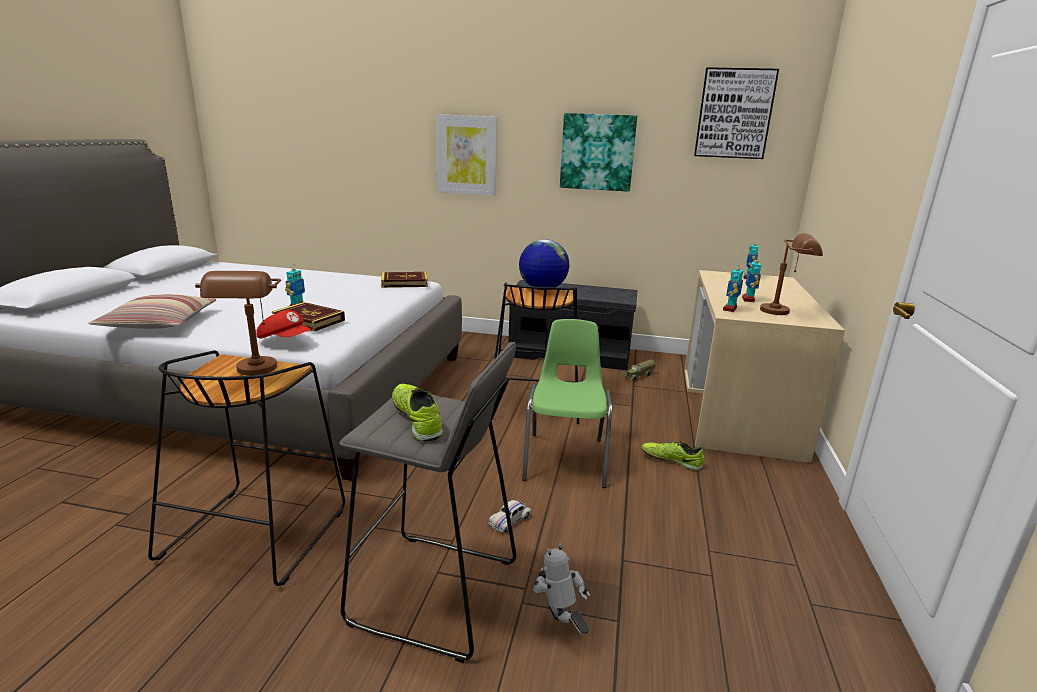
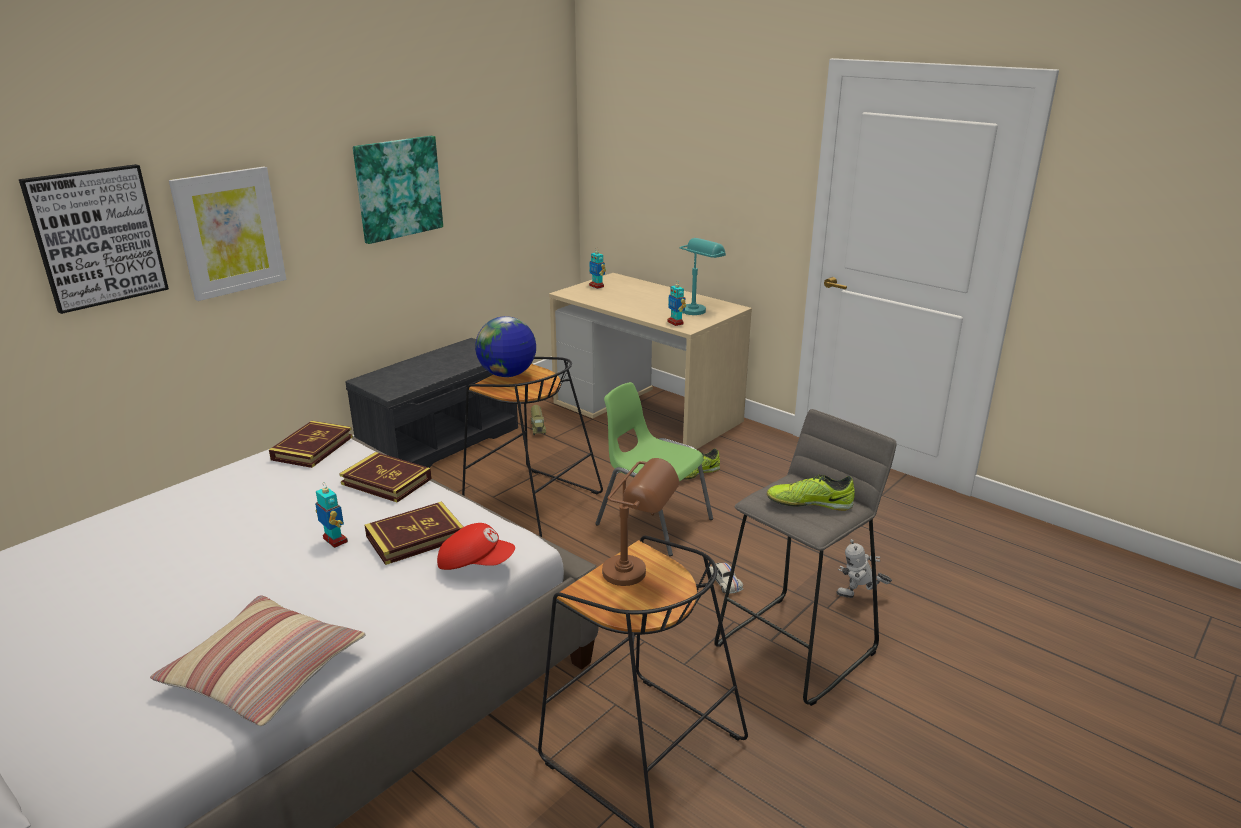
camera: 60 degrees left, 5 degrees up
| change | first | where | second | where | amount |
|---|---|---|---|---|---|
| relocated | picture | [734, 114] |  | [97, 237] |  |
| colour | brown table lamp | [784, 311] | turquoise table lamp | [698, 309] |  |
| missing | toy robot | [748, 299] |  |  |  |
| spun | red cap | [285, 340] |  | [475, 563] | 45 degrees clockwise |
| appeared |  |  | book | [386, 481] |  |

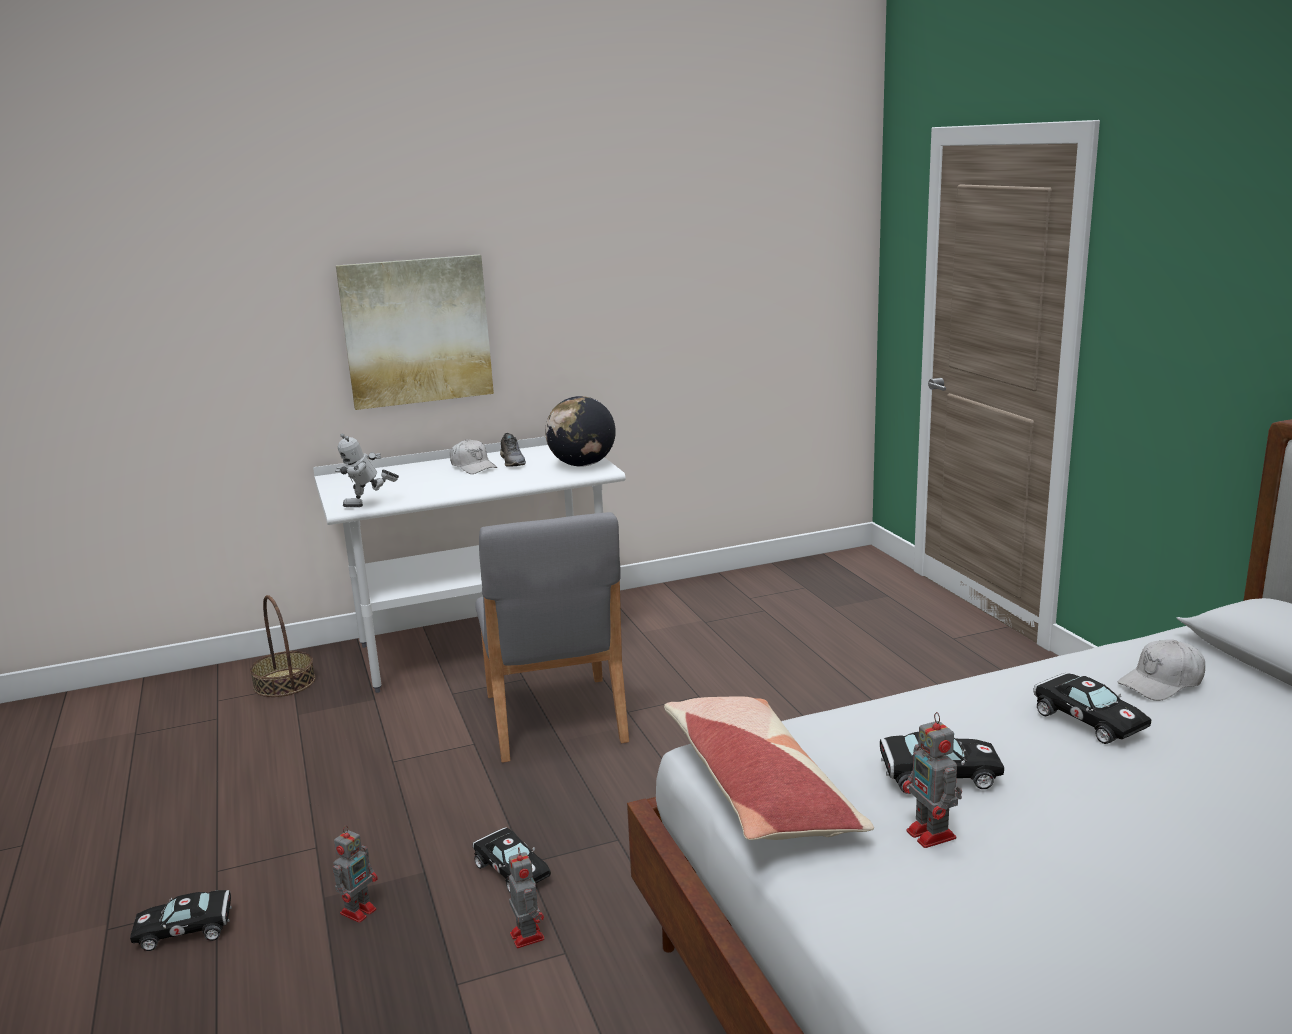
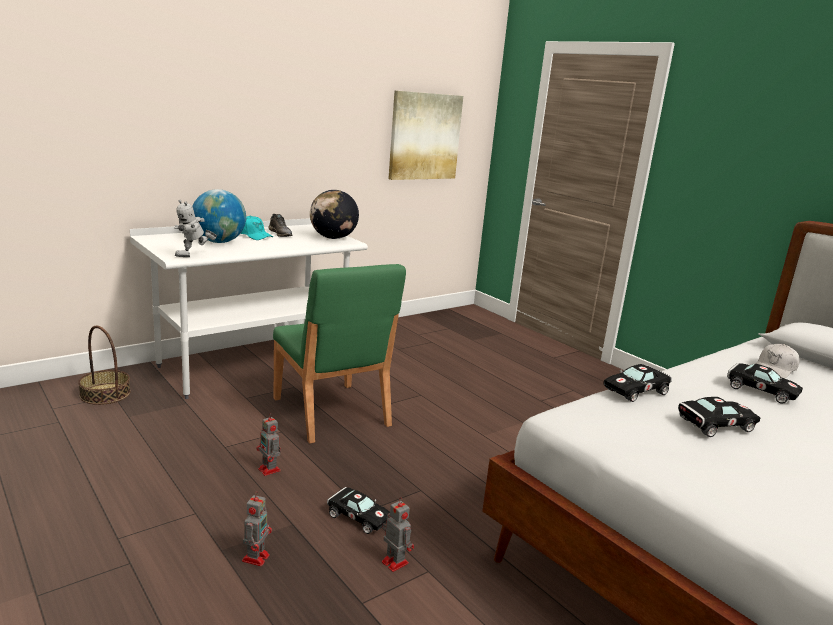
camera: 20 degrees left, 0 degrees up
| change | first | where | second | where | amount |
|---|---|---|---|---|---|
| relocated | picture | [416, 331] |  | [424, 136] |  |
| colour | white cap | [473, 466] | turquoise cap | [253, 235] |  |
| colour | grey chair | [554, 719] | green chair | [331, 412] |  |
| missing | pillow | [758, 788] |  |  |  |
| relocated | toy robot | [932, 836] |  | [269, 470] |  |
| relocated | black toy car | [189, 929] |  | [636, 391] |  |
| appeared |  |  | globe | [219, 242] |  |

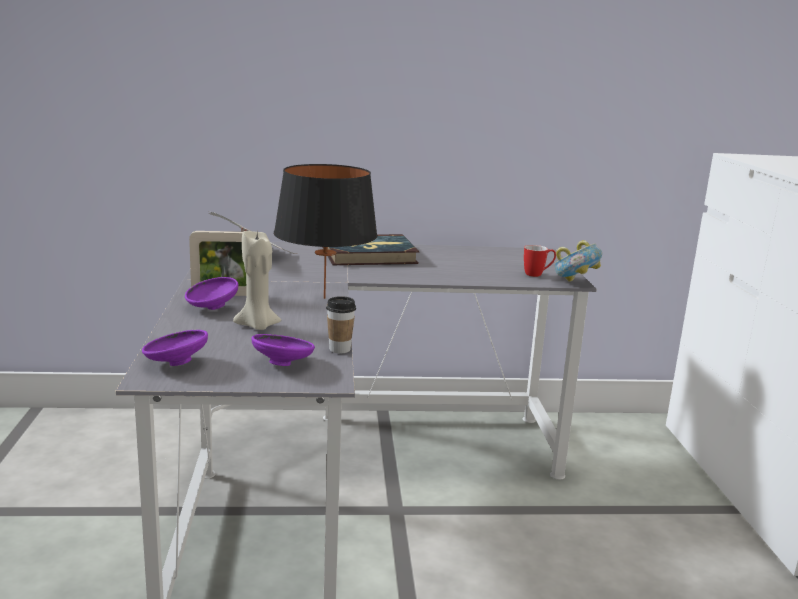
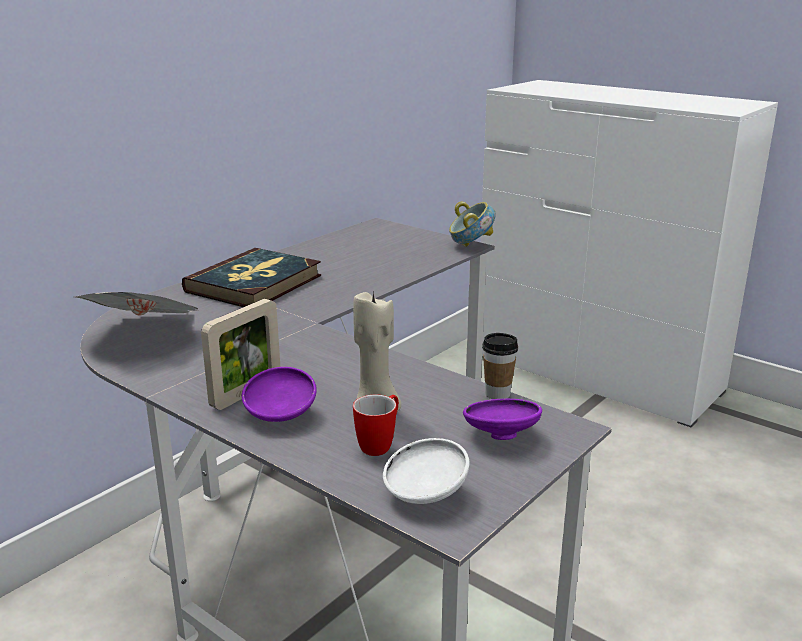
camera: 45 degrees left, 5 degrees up
| change | first | where | second | where | amount |
|---|---|---|---|---|---|
| missing | black table lamp | [324, 298] |  |  |  |
| relocated | mug | [538, 274] |  | [380, 444] |  |
| colour | purple bowl | [175, 363] | white bowl | [424, 494] |  |

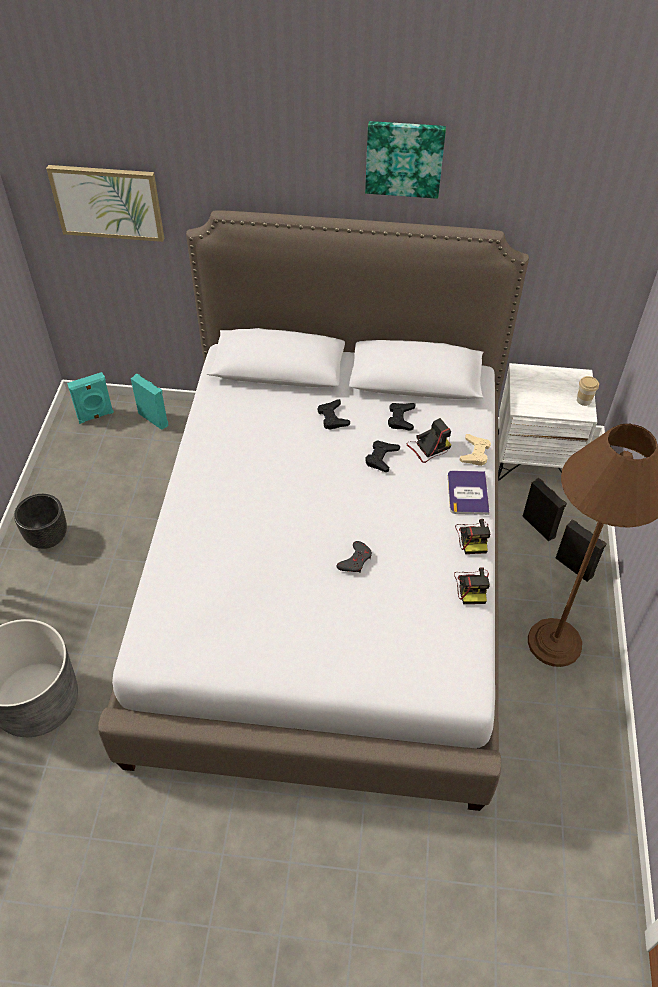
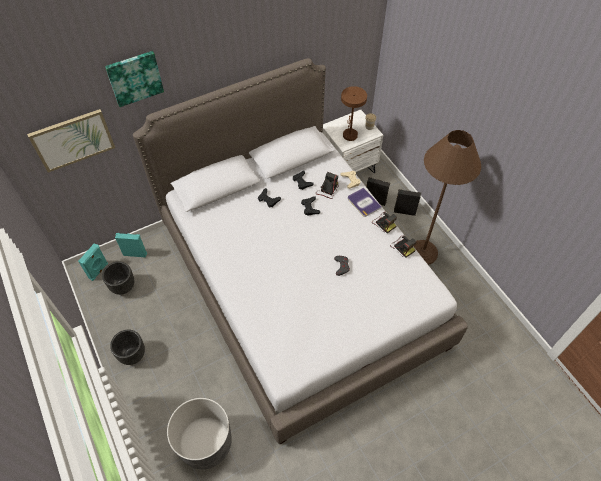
camera: 35 degrees left, 5 degrees up
| change | first | where | second | where | amount |
|---|---|---|---|---|---|
| relocated | picture | [404, 158] |  | [134, 78] |  |
| appeared |  |  | brown table lamp | [349, 133] |  |
| appeared |  |  | black planter | [123, 286] |  |

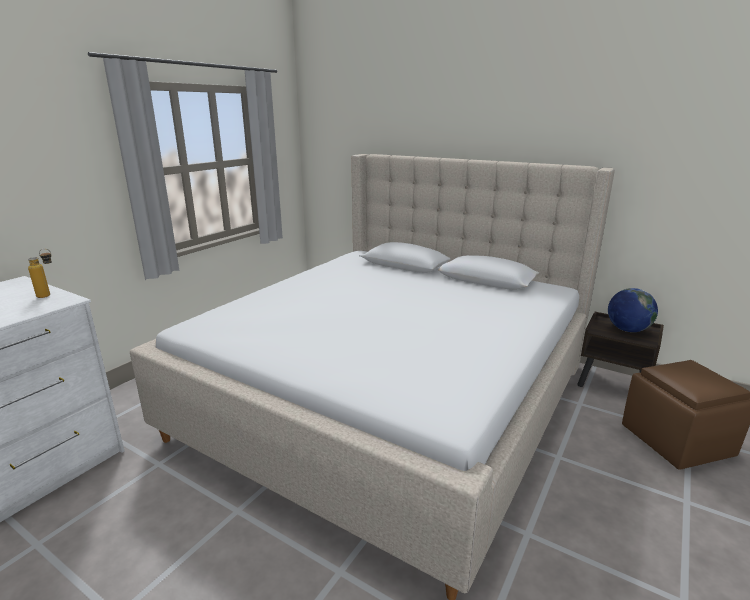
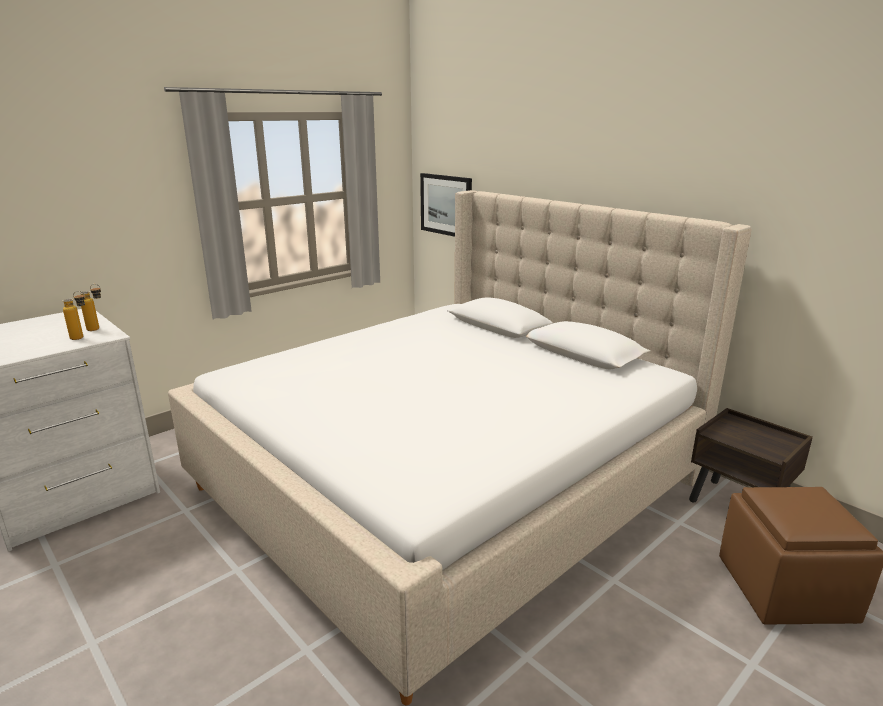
camera: 15 degrees right, 0 degrees up
| change | first | where | second | where | amount |
|---|---|---|---|---|---|
| missing | globe | [627, 330] |  |  |  |
| appeared |  |  | picture | [446, 205] |  |
| appeared |  |  | bottle | [82, 338] |  |

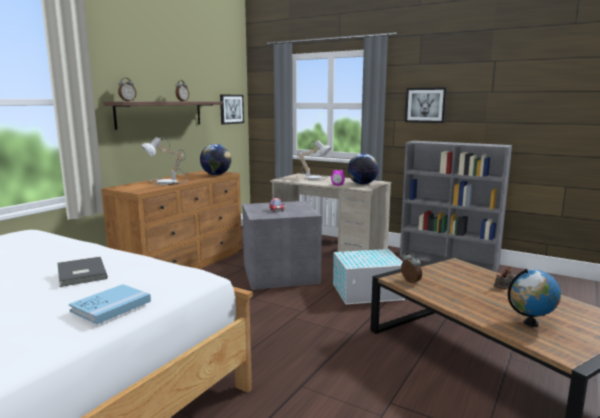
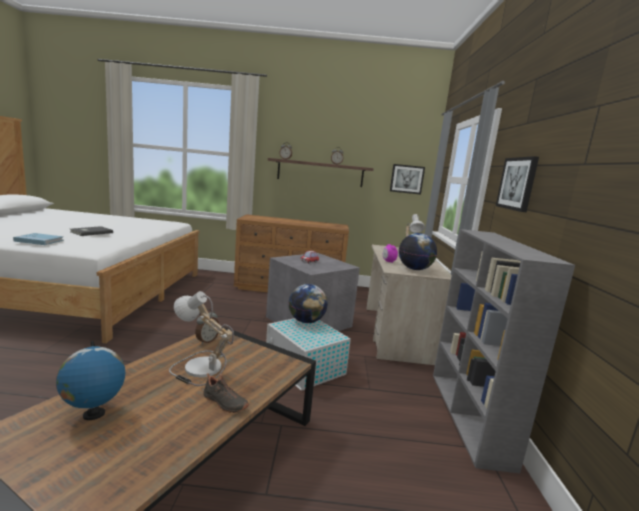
camera: 60 degrees right, 0 degrees up
| change | first | where | second | where | amount |
|---|---|---|---|---|---|
| relocated | table lamp | [166, 182] |  | [198, 368] |  |
| relocated | globe | [216, 174] |  | [306, 321] |  |

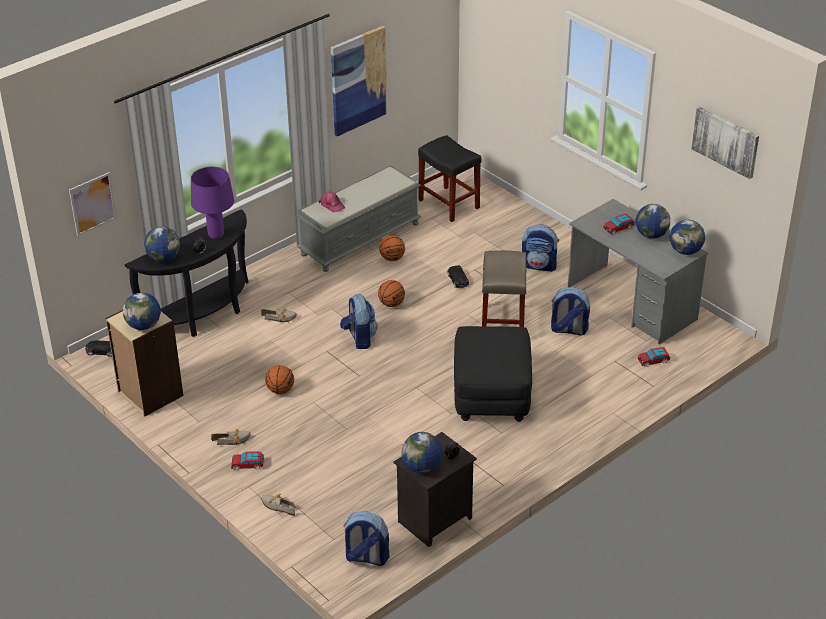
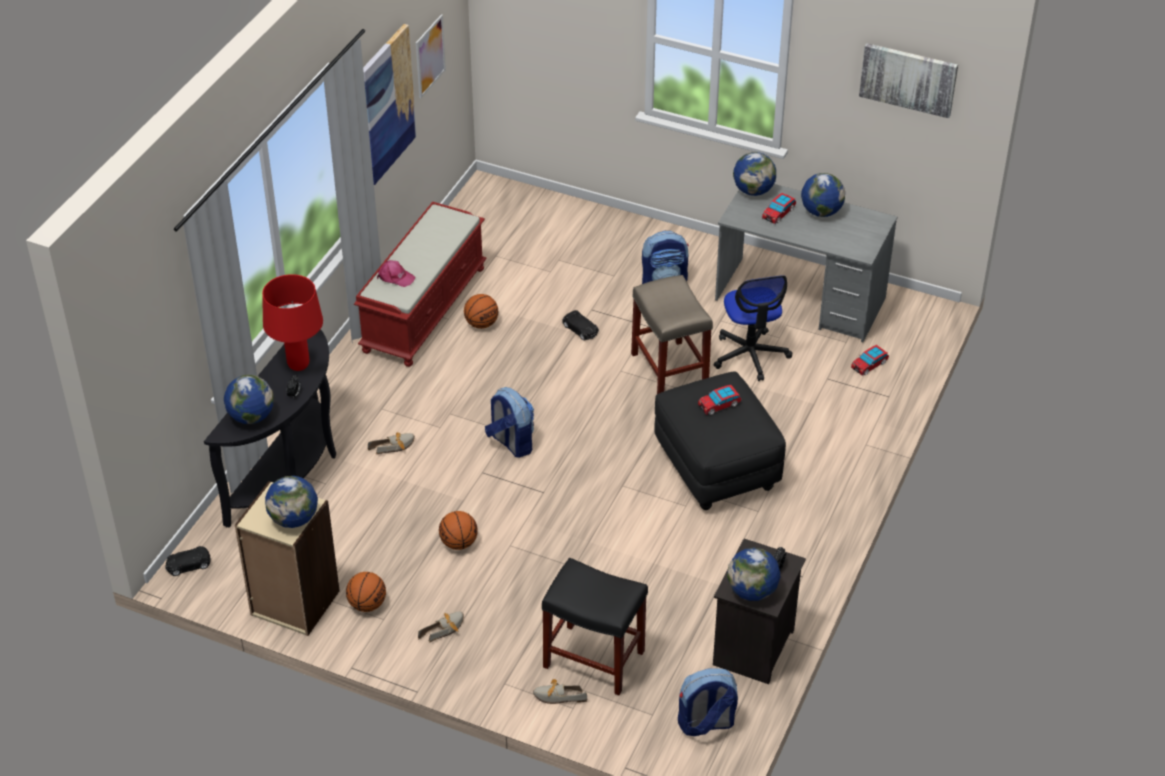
camera: 25 degrees left, 5 degrees up
| change | first | where | second | where | amount |
|---|---|---|---|---|---|
| relocated | black stool | [449, 204] |  | [595, 659] |  |
| colour | grey bench | [360, 238] | red bench | [423, 308] |  |
| colour | purple table lamp | [215, 235] | red table lamp | [298, 365] |  |
| relocated | picture | [93, 204] |  | [430, 56] |  |
| relocated | globe | [685, 251] |  | [753, 191] |  |
| relocated | basketball | [391, 304] |  | [367, 604] |  |
| exchanged | backpack | [568, 330] | office chair | [750, 355] |  |
| relocated | toy car | [248, 464] |  | [719, 405] |  |

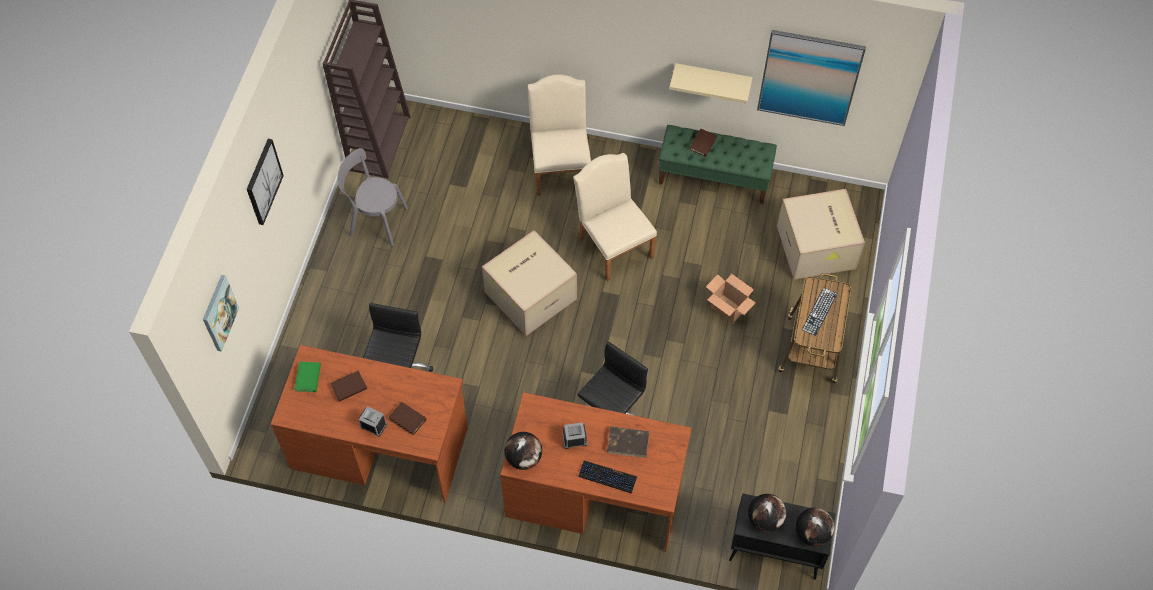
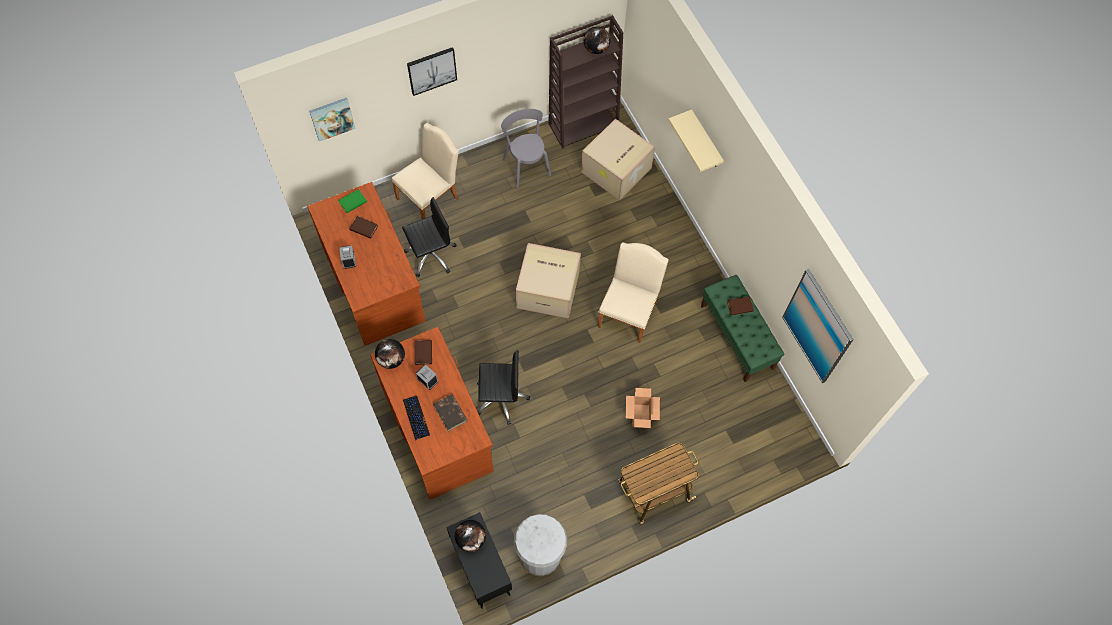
camera: 50 degrees right, 5 degrees up
| change | first | where | second | where | amount |
|---|---|---|---|---|---|
| relocated | beige shelf | [712, 78] |  | [706, 141] |  |
| relocated | beige chair | [560, 166] |  | [431, 196] |  |
| relocated | cardboard box | [817, 248] |  | [616, 171] |  |
| missing | keyboard | [819, 311] |  |  |  |
| relocated | brown book | [407, 419] |  | [423, 353] |  |
| relocated | globe | [812, 533] |  | [596, 49] |  |
| appeared |  |  | white trash can | [540, 554] |  |

